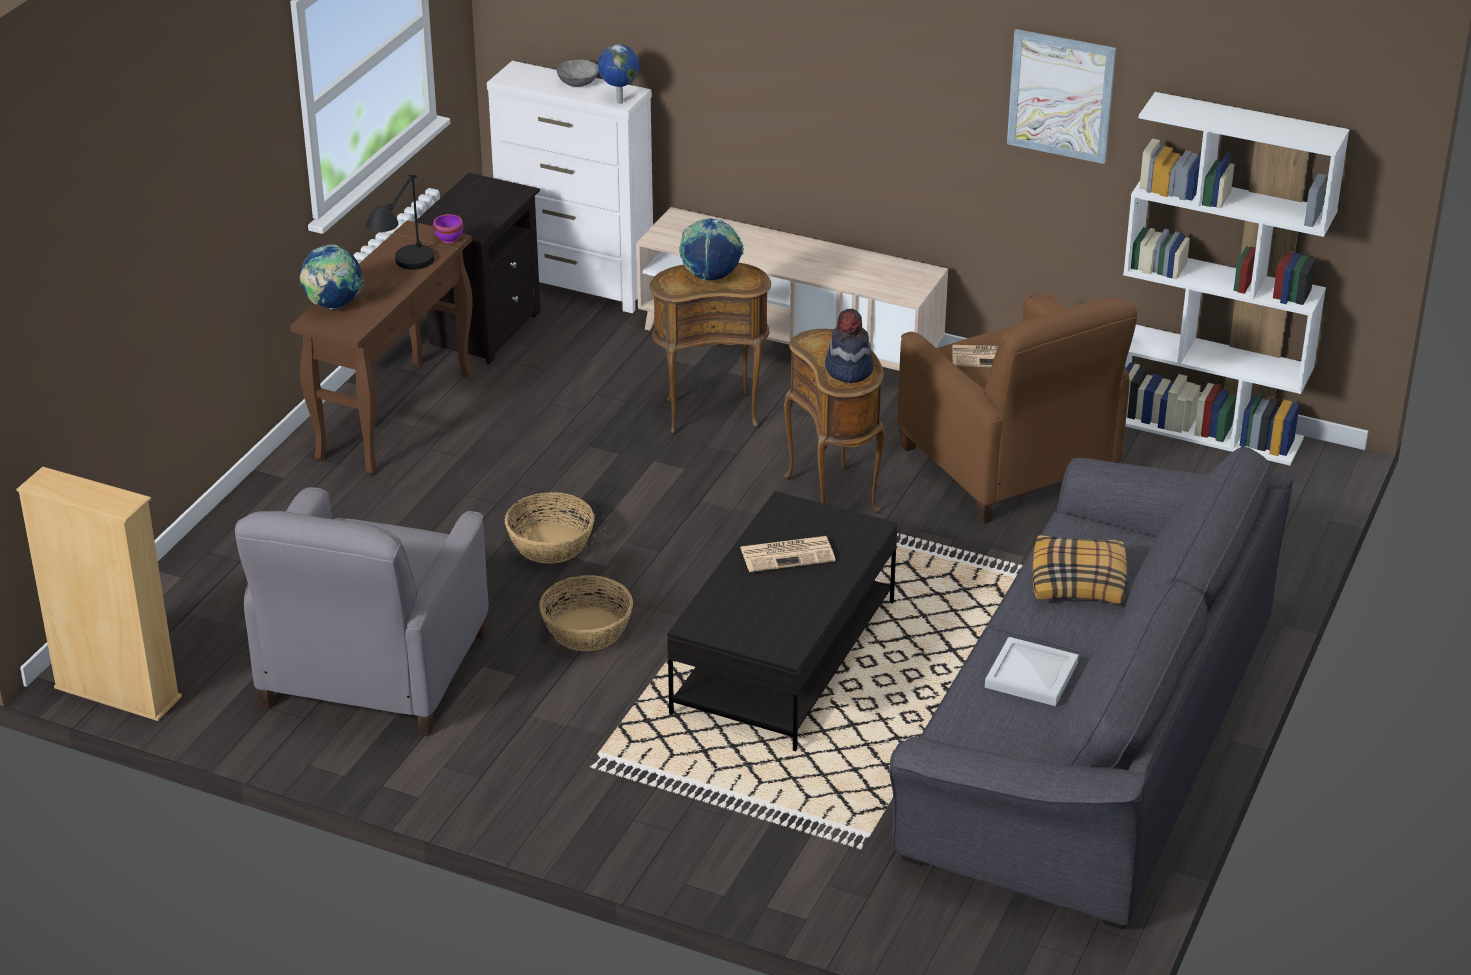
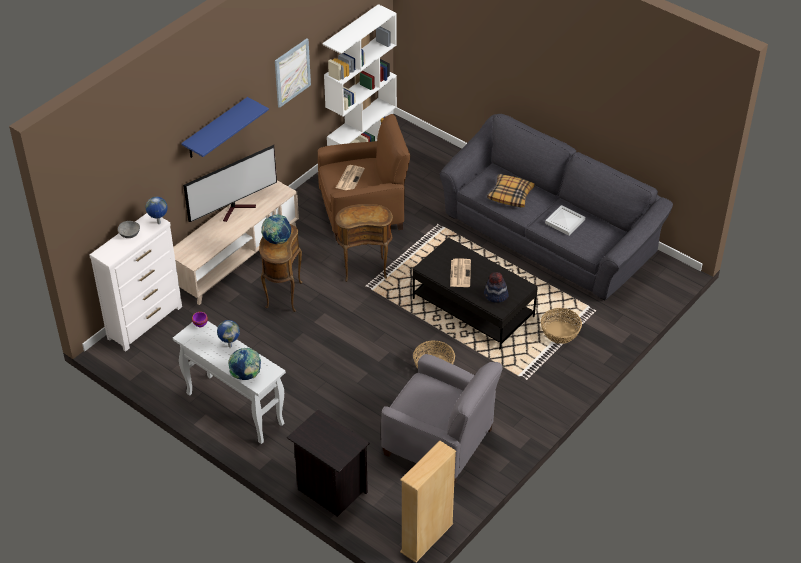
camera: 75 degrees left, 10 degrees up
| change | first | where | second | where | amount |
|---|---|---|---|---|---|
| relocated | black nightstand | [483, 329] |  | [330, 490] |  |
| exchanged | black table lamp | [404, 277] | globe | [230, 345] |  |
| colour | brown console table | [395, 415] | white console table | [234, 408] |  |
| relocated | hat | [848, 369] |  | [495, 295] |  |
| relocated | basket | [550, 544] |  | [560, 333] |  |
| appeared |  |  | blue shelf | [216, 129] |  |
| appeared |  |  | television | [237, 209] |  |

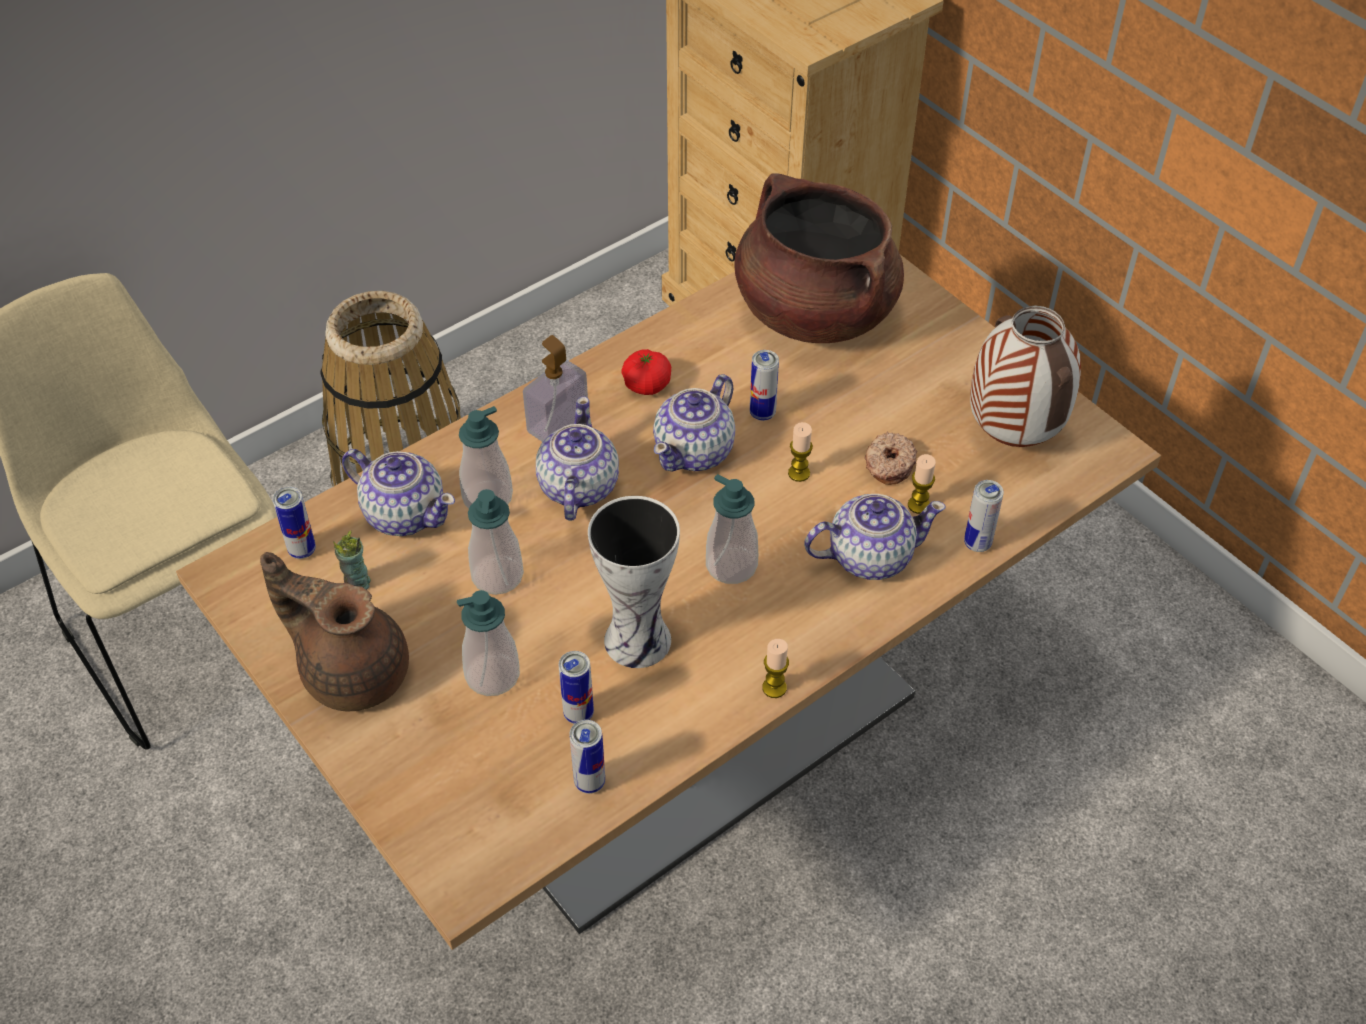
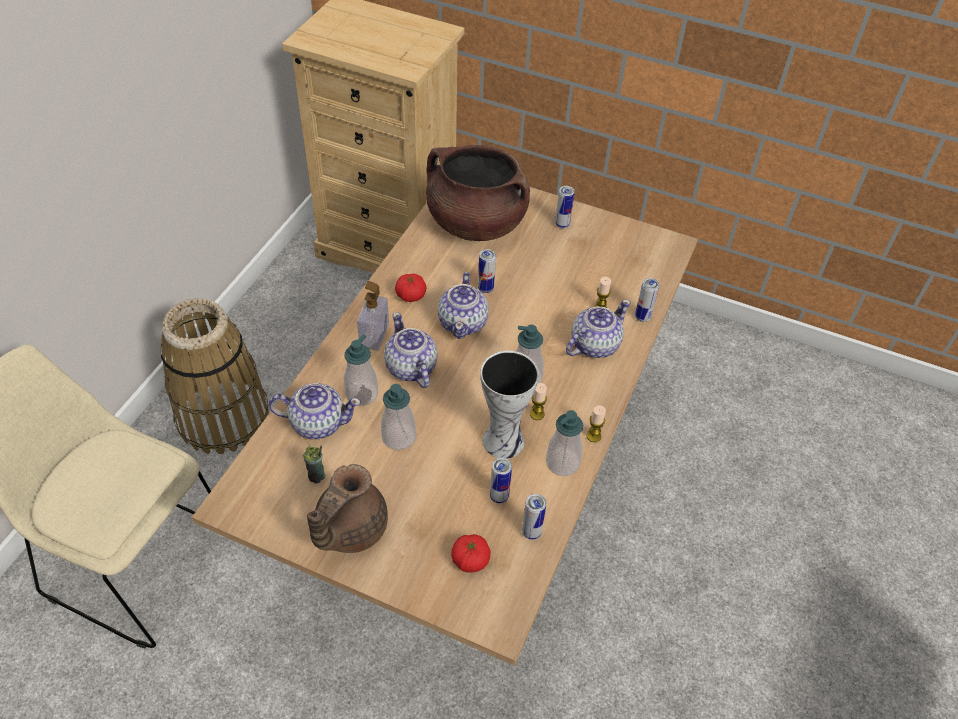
camera: 30 degrees left, 0 degrees up
| change | first | where | second | where | amount |
|---|---|---|---|---|---|
| missing | vase | [1010, 437] |  |  |  |
| relocated | candle | [799, 473] |  | [537, 414] |  |
| missing | donut | [888, 464] |  |  |  |
| relocated | can | [302, 550] |  | [562, 224] |  |
| spun | brown teapot | [352, 670] |  | [348, 529] | 60 degrees counterclockwise |
| relocated | soap dispenser | [492, 675] |  | [562, 462] |  |
| appeared |  |  | tomato | [470, 560] |  |

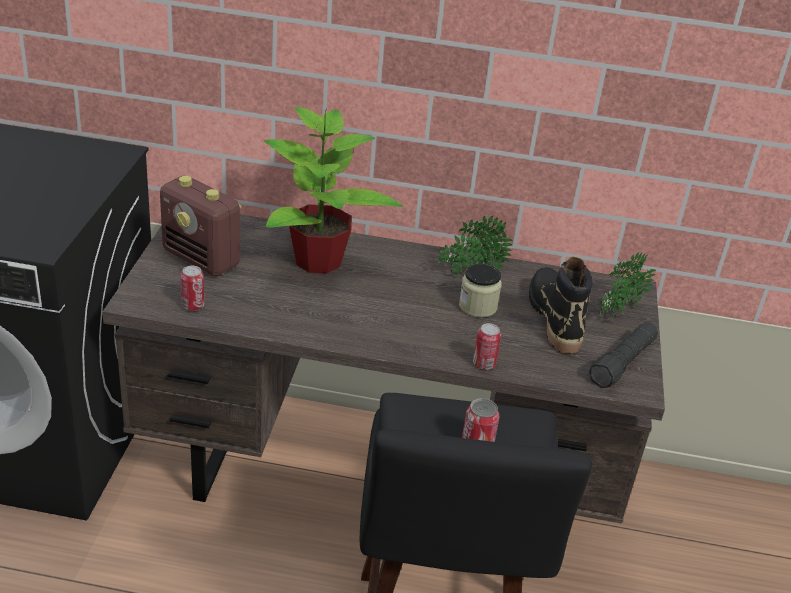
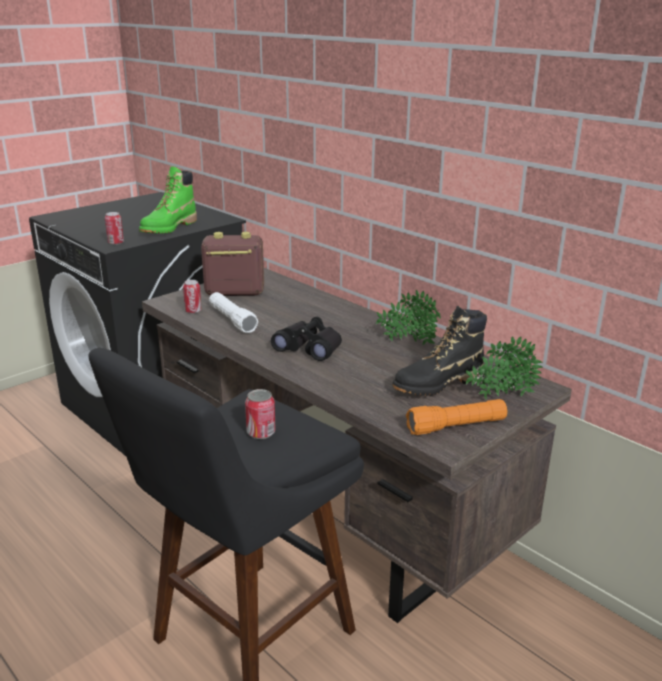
camera: 40 degrees right, 10 degrees down
| change | first | where | second | where | amount |
|---|---|---|---|---|---|
| missing | potted plant | [319, 261] |  |  |  |
| spun | radio | [202, 259] |  | [234, 292] | 105 degrees clockwise |
| spun | black boot | [554, 318] |  | [438, 384] | 150 degrees counterclockwise |
| missing | jar | [477, 306] |  |  |  |
| colour | black flashlight | [622, 363] | orange flashlight | [456, 427] |  |
| relocated | can | [484, 364] |  | [116, 243] |  |
| appeared |  |  | green boot | [169, 228] |  |
| appeared |  |  | white flashlight | [232, 320] |  |
| appeared |  |  | black binoculars | [309, 348] |  |

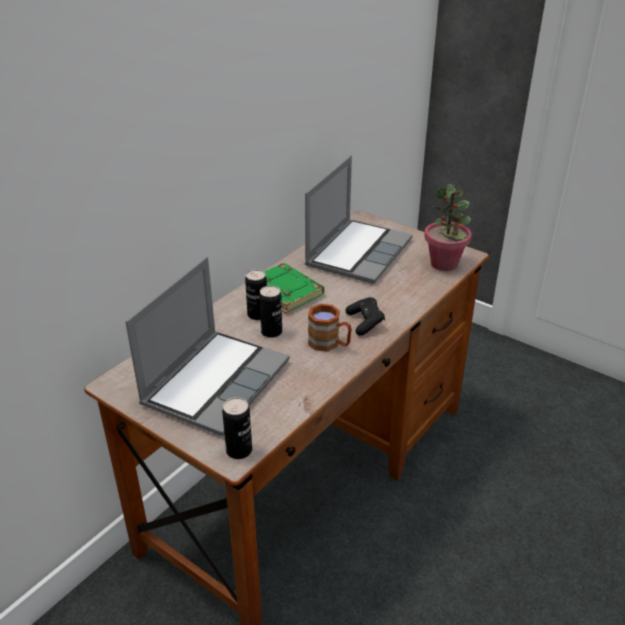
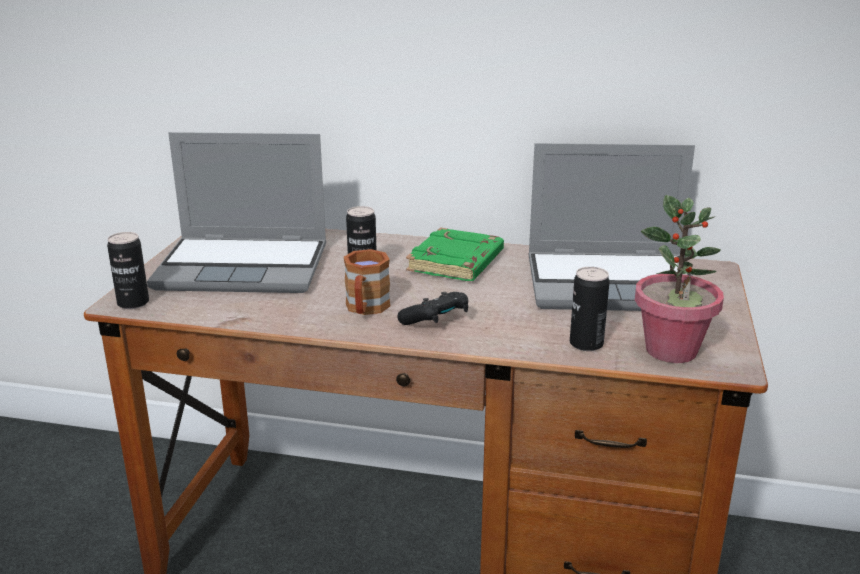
camera: 65 degrees right, 10 degrees down
| change | first | where | second | where | amount |
|---|---|---|---|---|---|
| relocated | can | [257, 315] |  | [586, 344] |  |

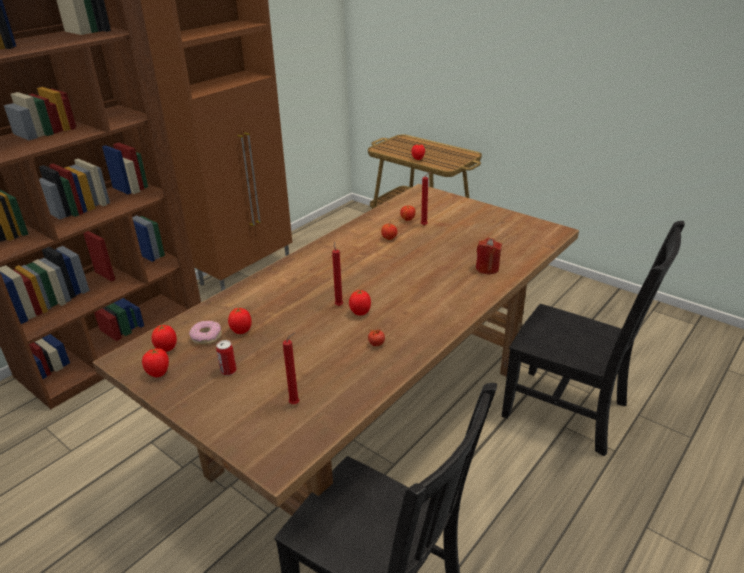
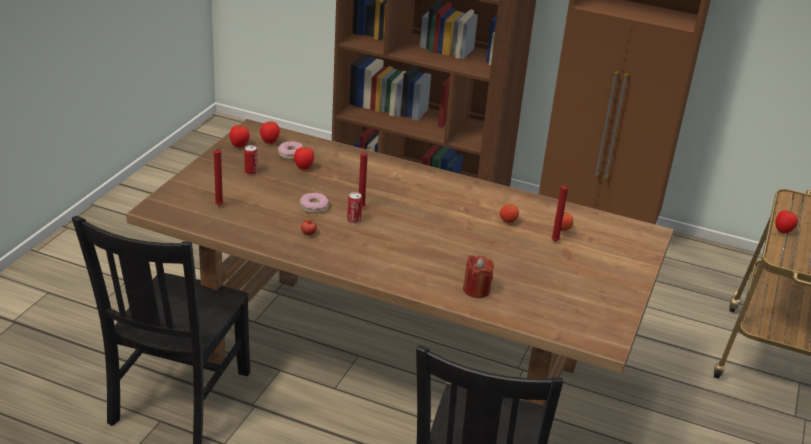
camera: 70 degrees right, 0 degrees up
| change | first | where | second | where | amount |
|---|---|---|---|---|---|
| exchanged | tomato | [360, 313] | can | [354, 220] |  |
| appeared |  |  | donut | [314, 207] |  |

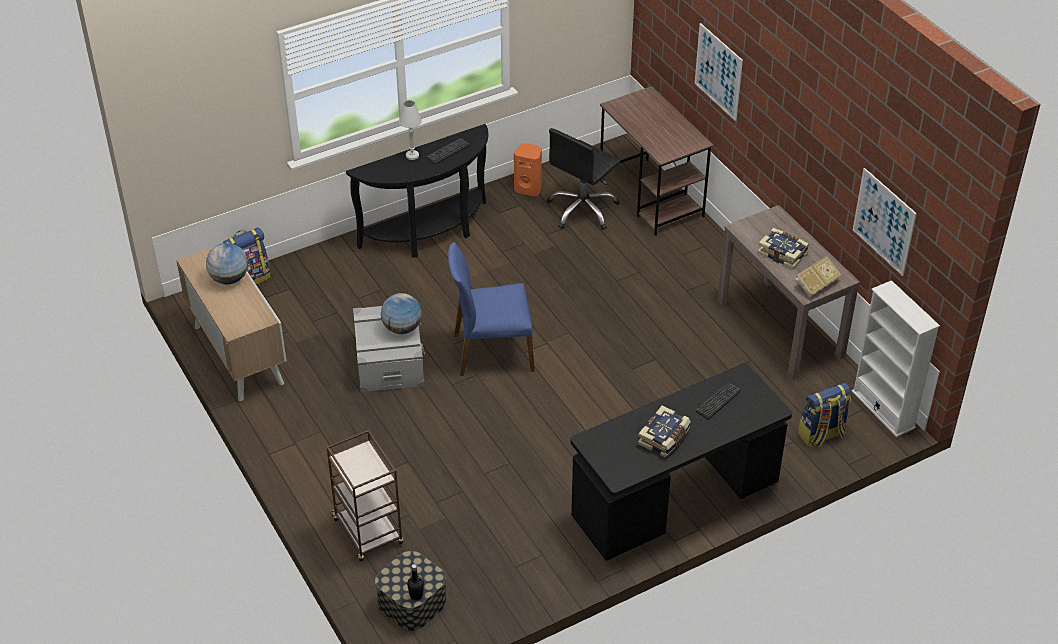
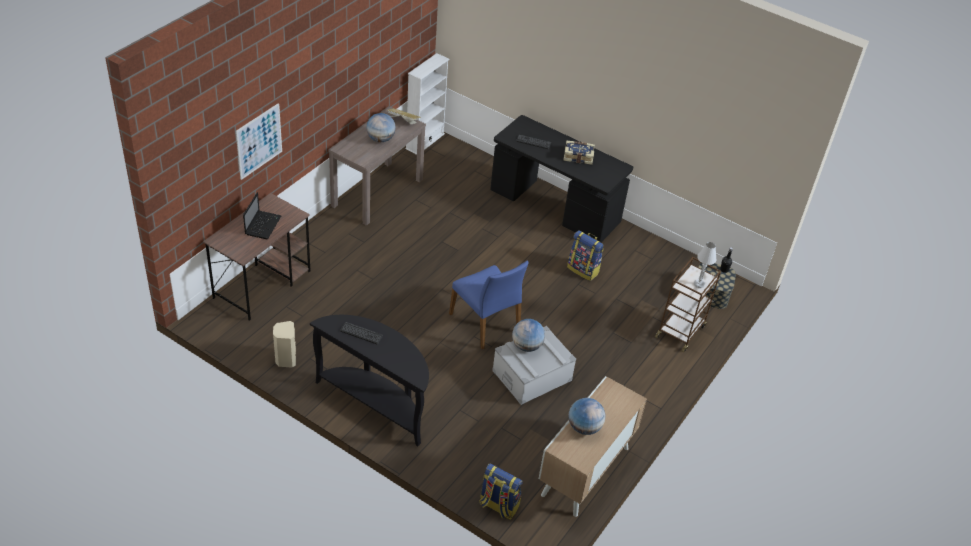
camera: 120 degrees left, 0 degrees up
| change | first | where | second | where | amount |
|---|---|---|---|---|---|
| relocated | white table lamp | [412, 155] |  | [699, 284] |  |
| missing | black office chair | [583, 210] |  |  |  |
| colour | orange speaker | [528, 188] | beige speaker | [285, 359] |  |
| missing | picture | [884, 221] |  |  |  |
| exchanged | book | [783, 253] | globe | [381, 139] |  |
| relocated | backpack | [821, 435] |  | [583, 270] |  |
| appeared |  |  | laptop | [263, 225] |  |

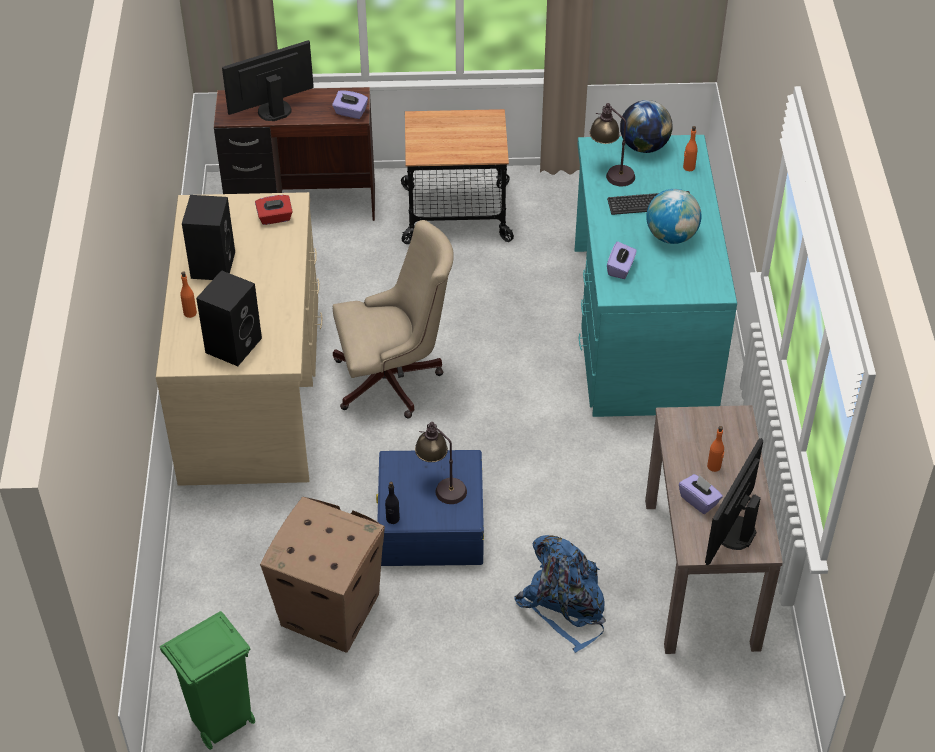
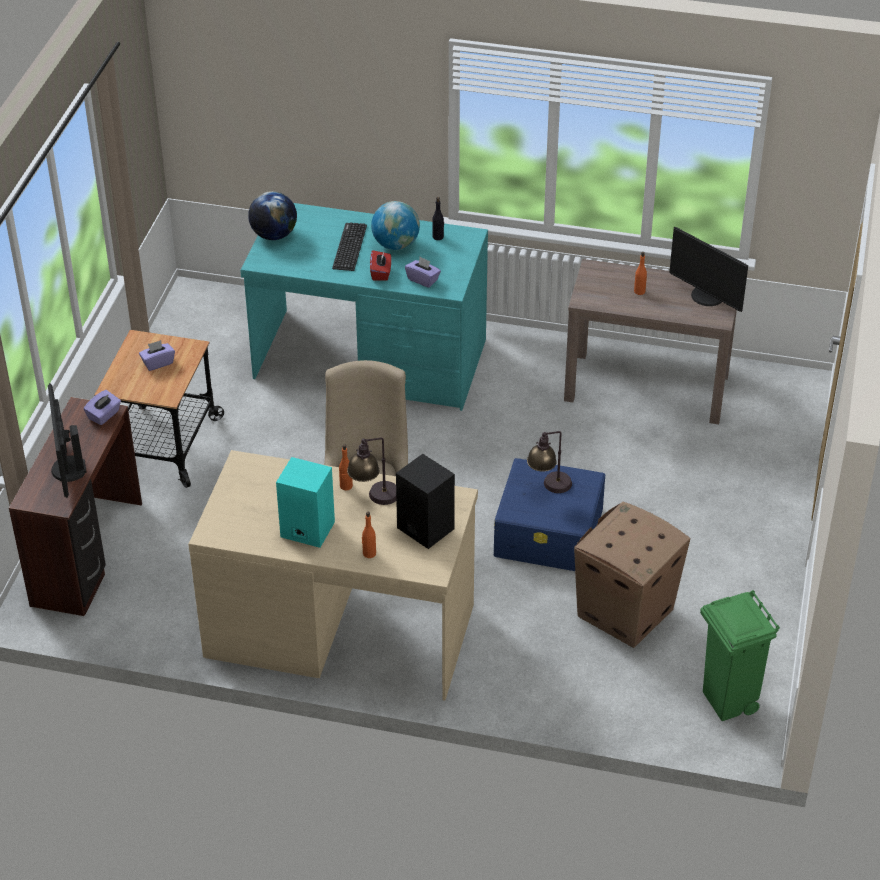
camera: 75 degrees left, 5 degrees down
| change | first | where | second | where | amount |
|---|---|---|---|---|---|
| relocated | table lamp | [611, 172] |  | [374, 499] |  |
| relocated | orange bottle | [688, 167] |  | [346, 486] |  |
| colour | black speaker | [212, 264] | turquoise speaker | [306, 530] |  |
| relocated | red tissue box | [275, 218] |  | [381, 273] |  |
| relocated | purple tissue box | [699, 500] |  | [158, 363] |  |
| relocated | black bottle | [392, 519] |  | [438, 237] |  |
| missing | blue backpack | [565, 605] |  |  |  |

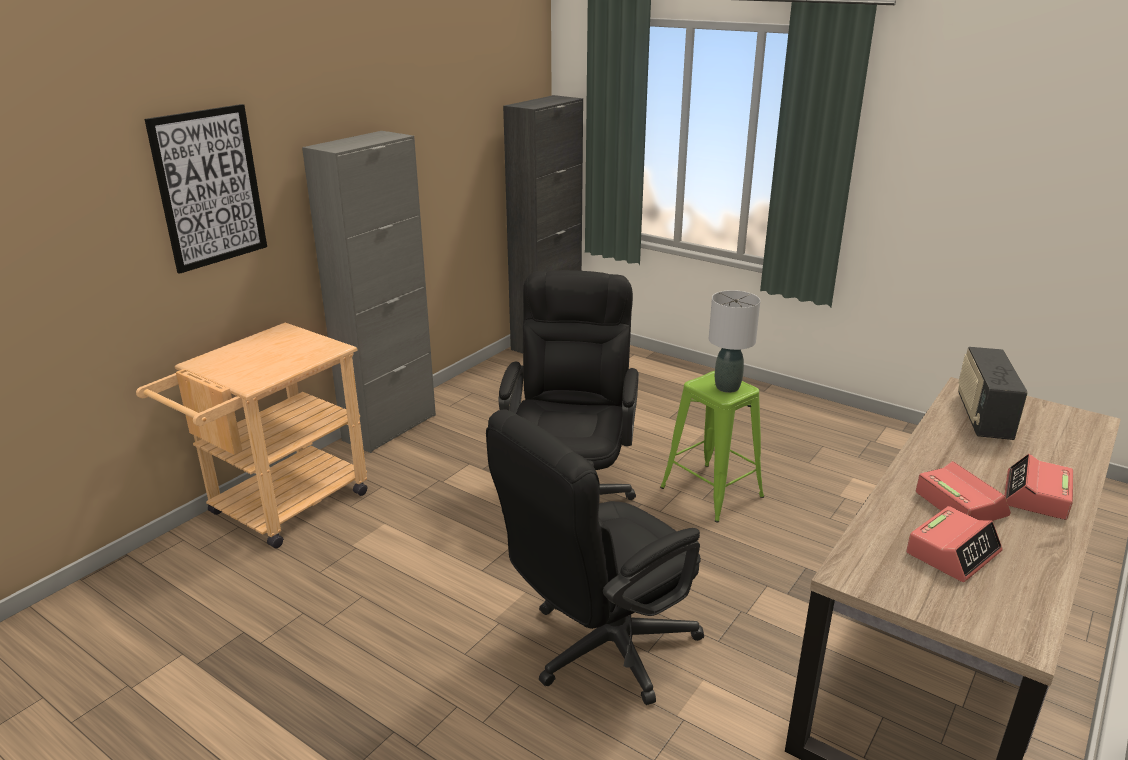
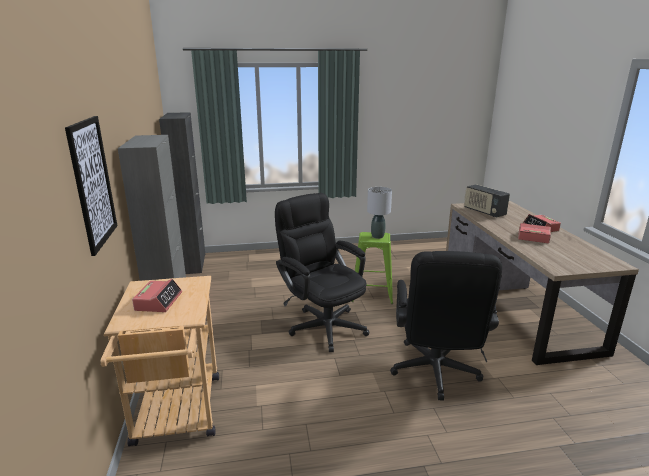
camera: 45 degrees left, 5 degrees down
| change | first | where | second | where | amount |
|---|---|---|---|---|---|
| relocated | alarm clock | [953, 552] |  | [158, 301] |  |

